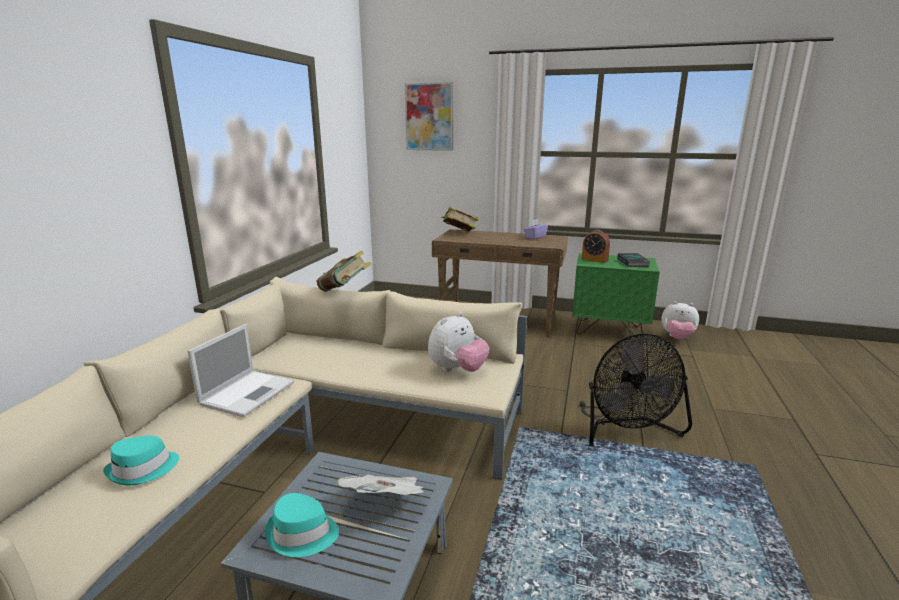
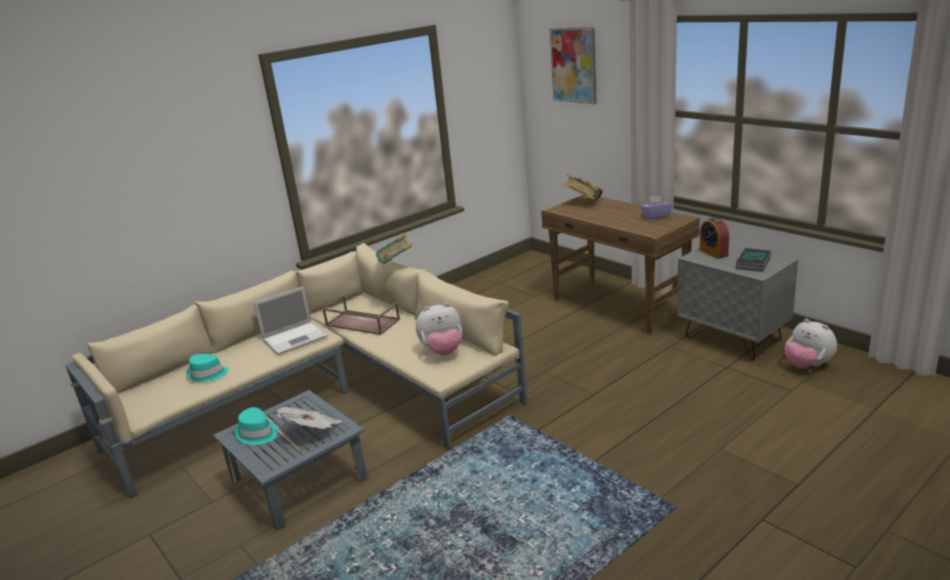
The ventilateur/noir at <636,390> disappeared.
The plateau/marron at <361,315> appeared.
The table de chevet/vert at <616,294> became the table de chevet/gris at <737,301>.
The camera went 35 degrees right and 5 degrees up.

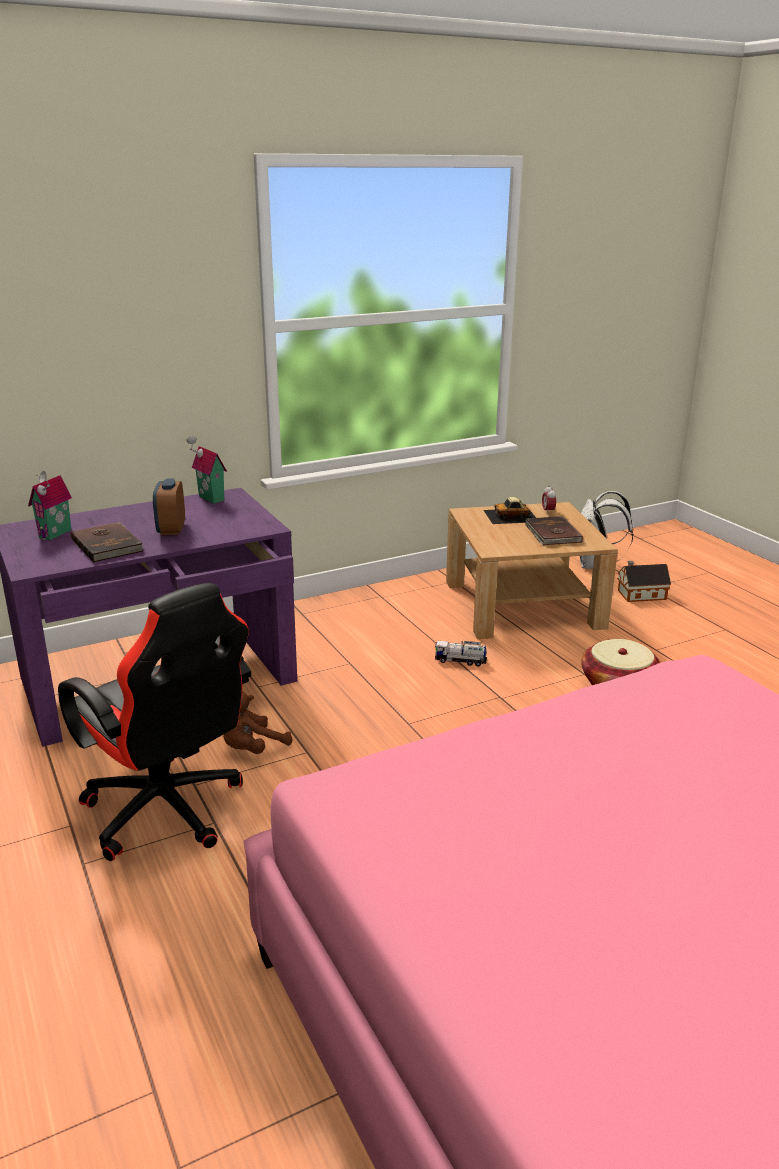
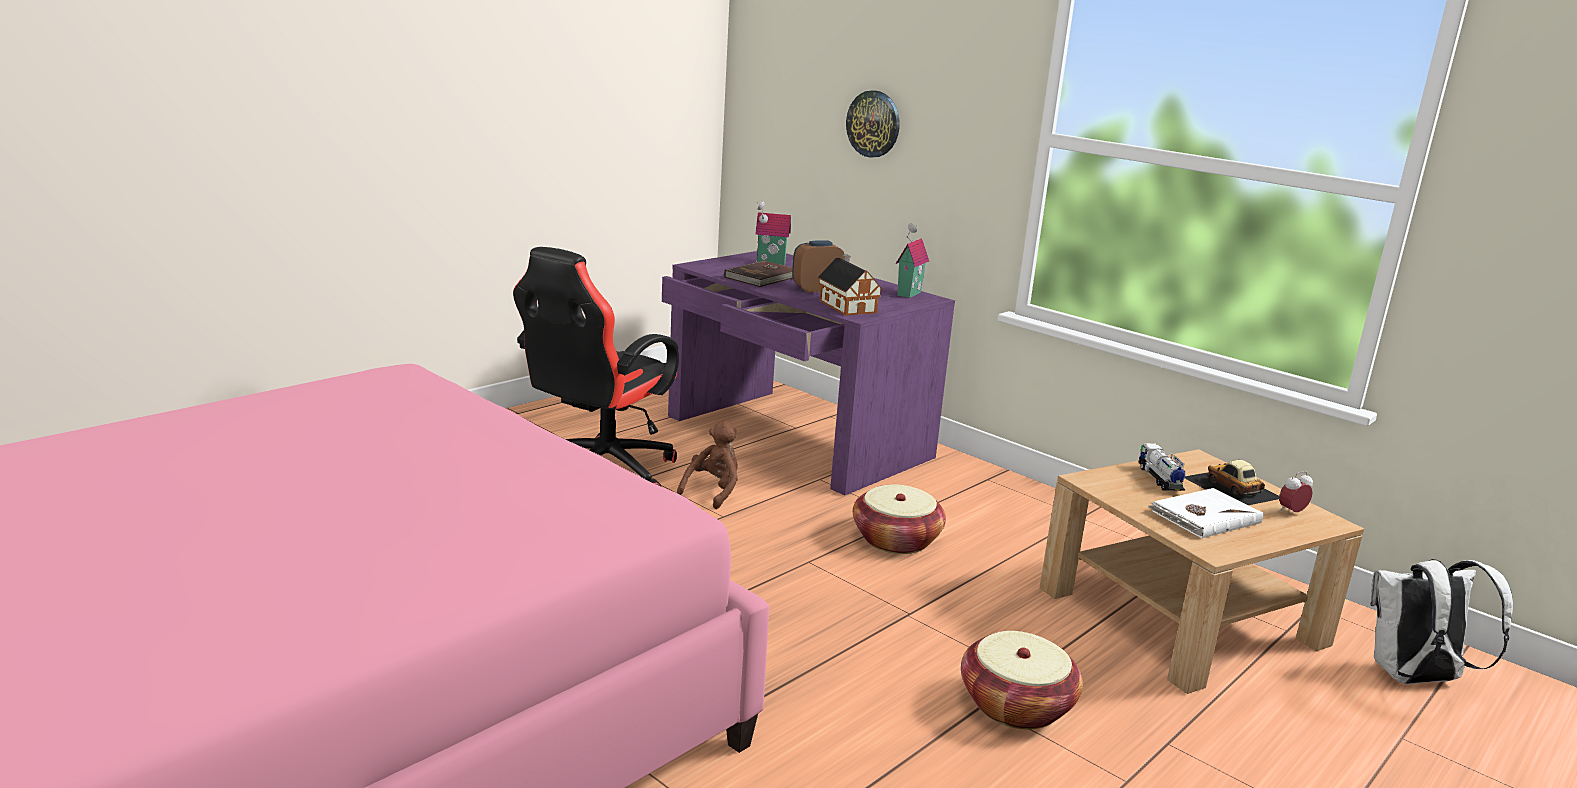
The horloge murale at <873,124> appeared.
The panier at <899,519> appeared.
The camion jouet moved from <461,654> to <1162,467>.
The maison miniature moved from <644,581> to <850,285>.
The livre/marron at <554,530> became the livre/blanc at <1206,513>.
The peluche/marron at <257,722> turned 90 degrees clockwise.
The camera went 70 degrees right and 5 degrees down.

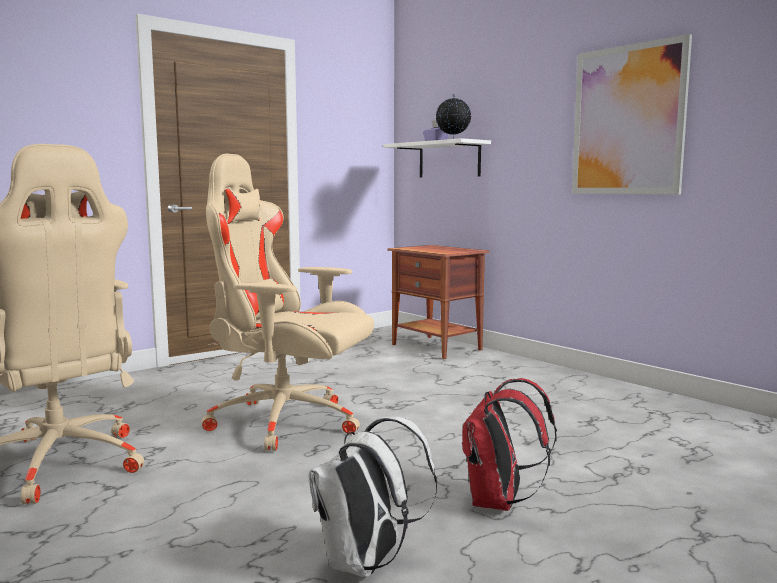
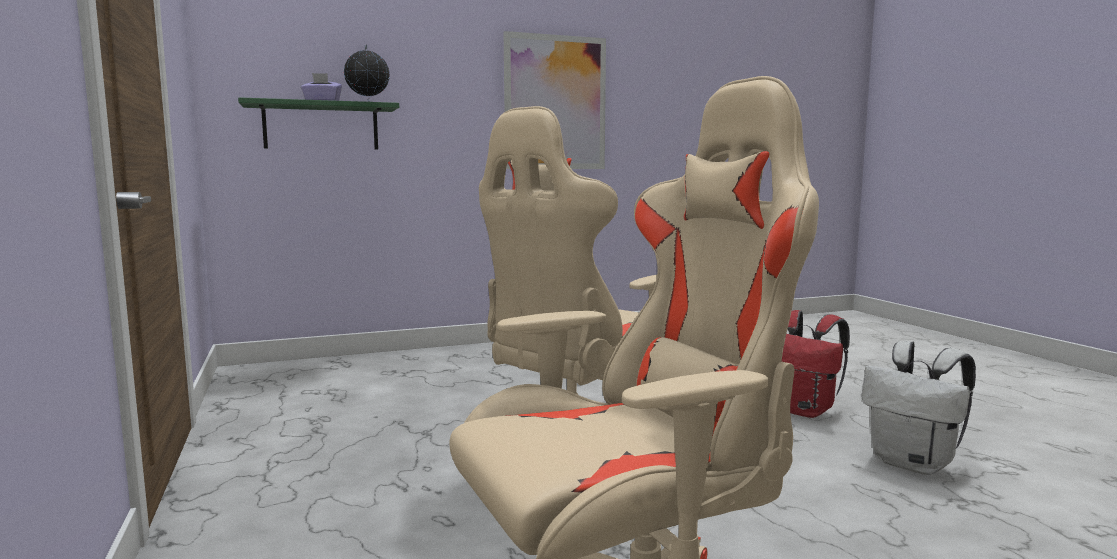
The table de chevet at <438,302> disappeared.
The étagère/blanc at <437,157> became the étagère/vert at <318,123>.
The camera went 70 degrees left and 0 degrees up.

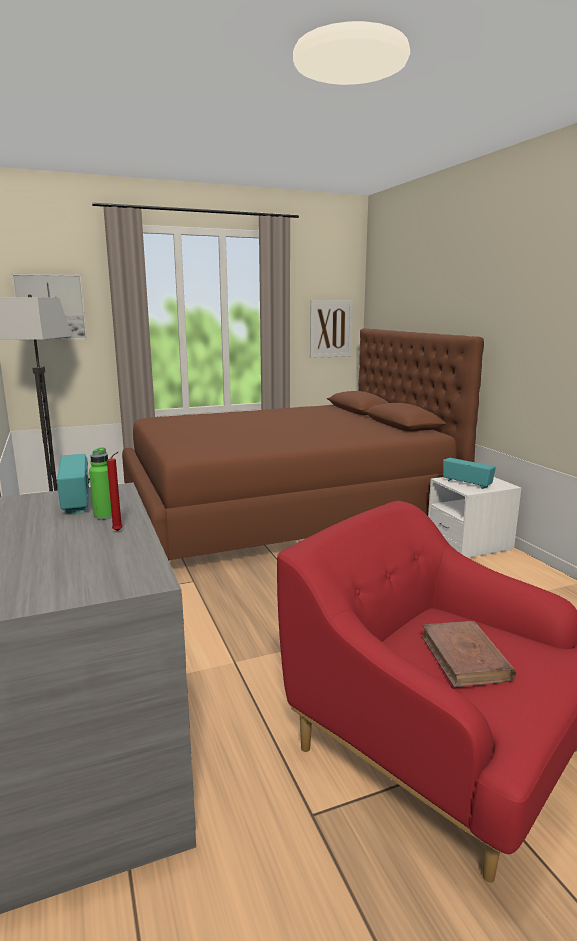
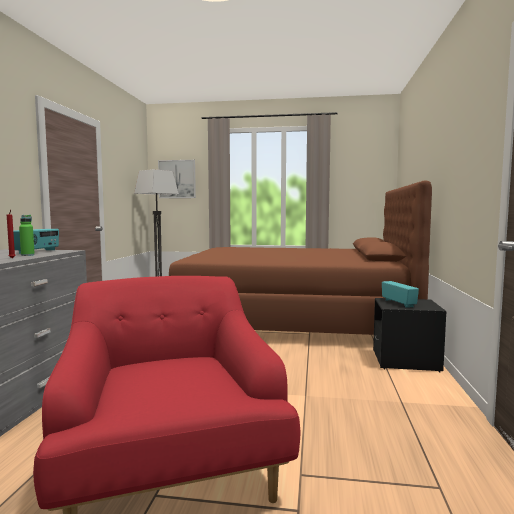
The tableau at <331,329> disappeared.
The livre/marron at <468,654> disappeared.
The table de chevet/blanc at <474,517> became the table de chevet/noir at <409,335>.
The camera went 30 degrees right and 10 degrees down.

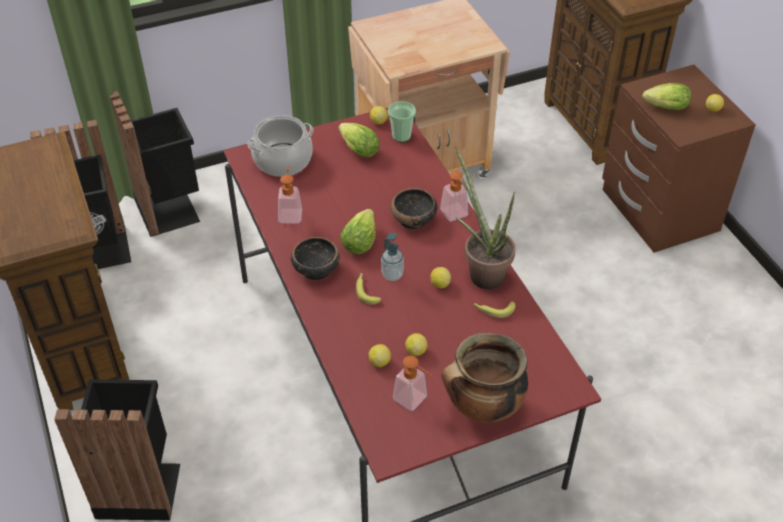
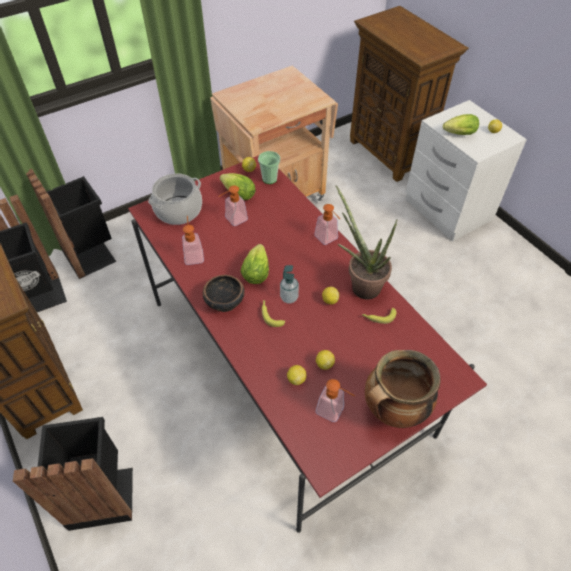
The bol at <414,209> disappeared.
The distributeur de savon at <233,206> appeared.
The table de chevet/marron at <679,159> became the table de chevet/blanc at <466,170>.
The camera went 10 degrees left and 5 degrees up.

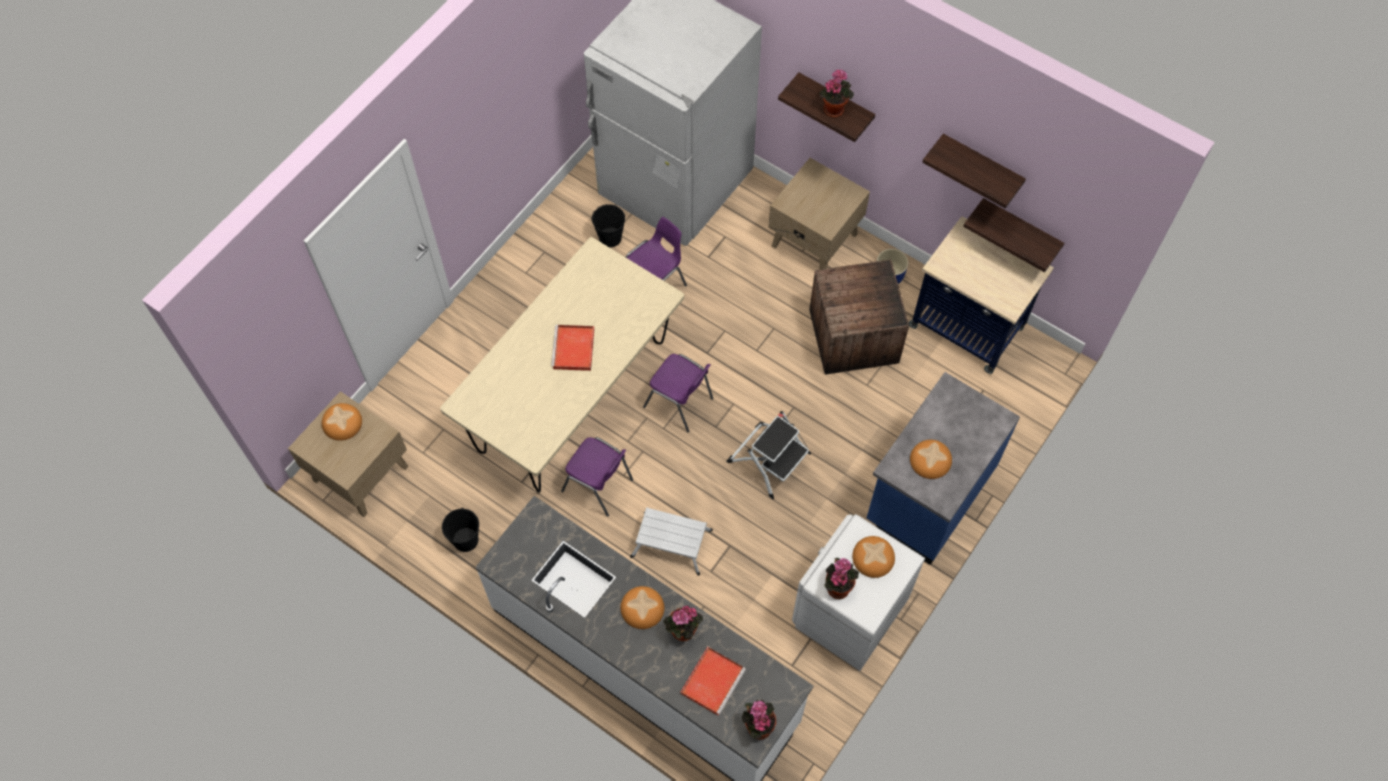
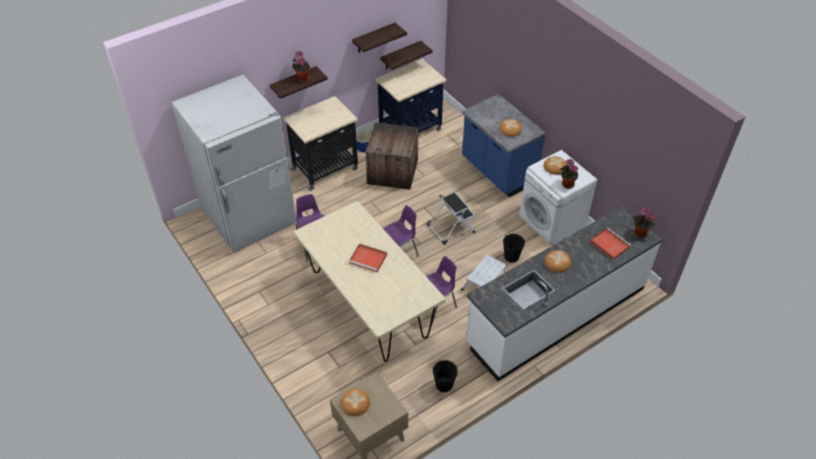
The plante en pot at <683,623> disappeared.
The seau/noir moved from <608,225> to <514,248>.
The table de chevet/beige at <819,214> was replaced by the chariot/noir at <320,143>.
The camera went 70 degrees left and 15 degrees down.

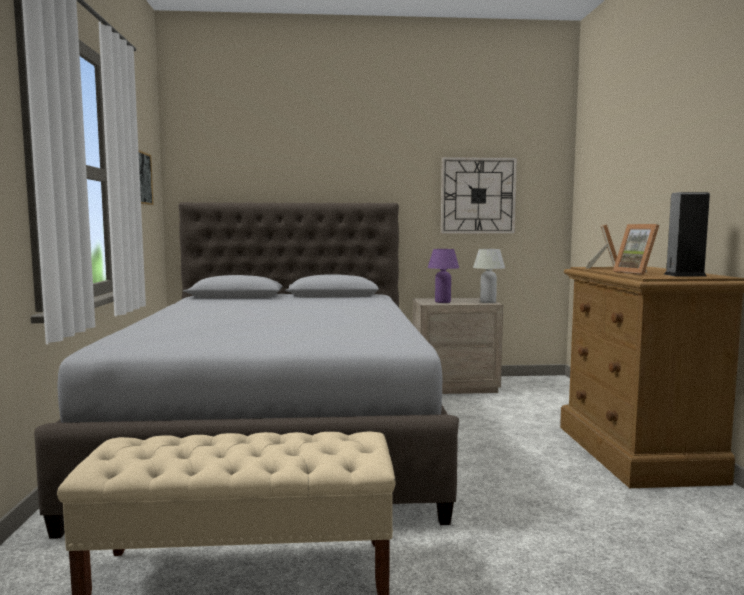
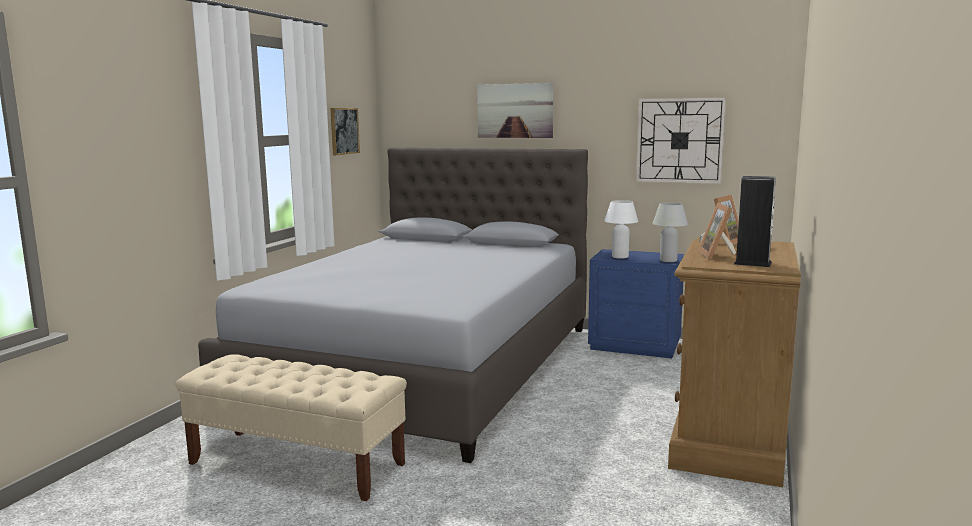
The tableau at <515,110> appeared.
The table de chevet/beige at <458,346> became the table de chevet/bleu at <636,304>.
The lampe de table/violet at <443,276> became the lampe de table/blanc at <621,229>.
The camera went 25 degrees right and 5 degrees up.

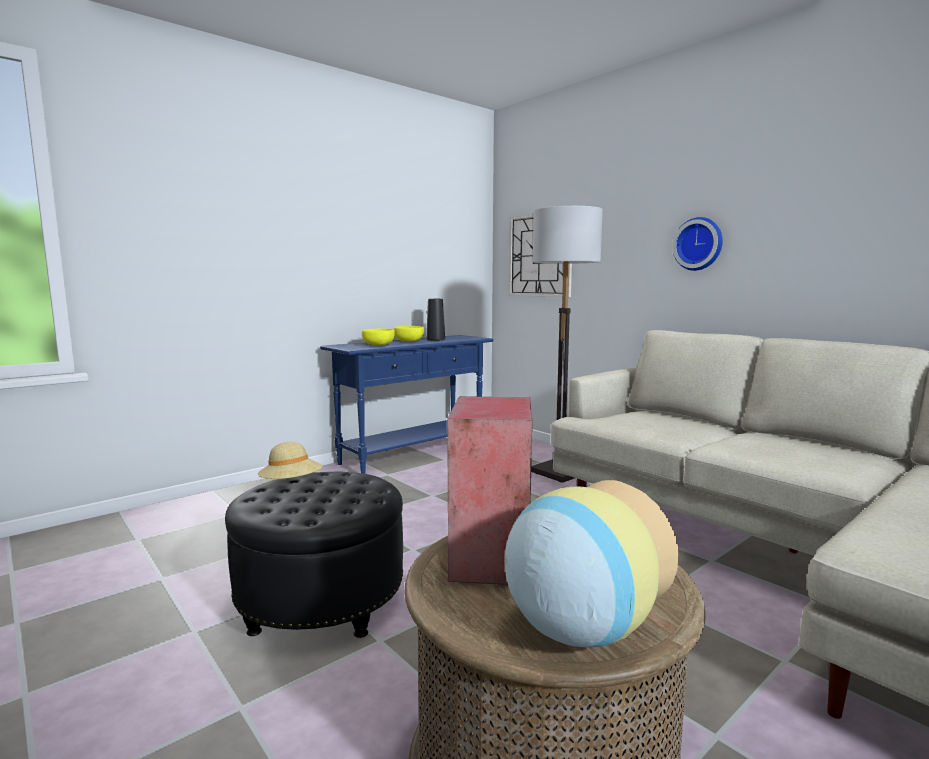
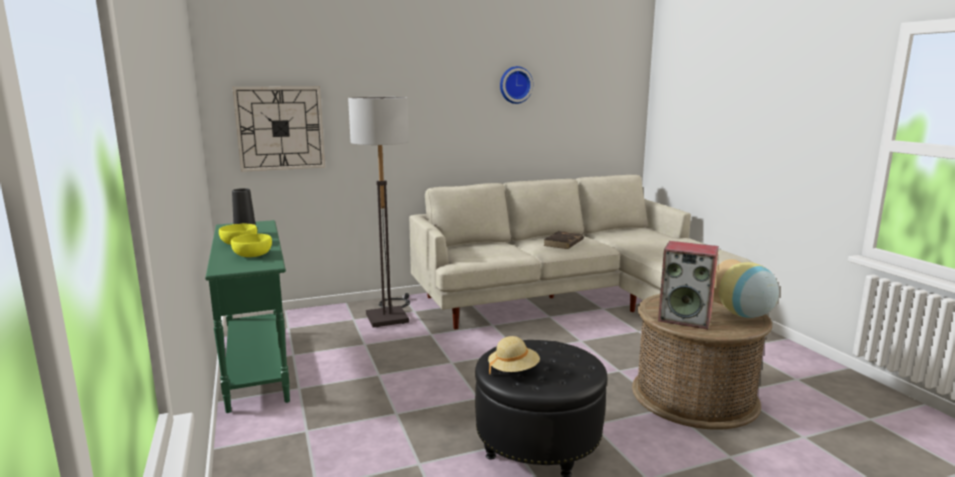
The livre/marron at <563,240> appeared.
The horloge murale moved from <697,244> to <516,85>.
The table console/bleu at <407,404> became the table console/vert at <247,316>.
The camera went 70 degrees left and 5 degrees up.

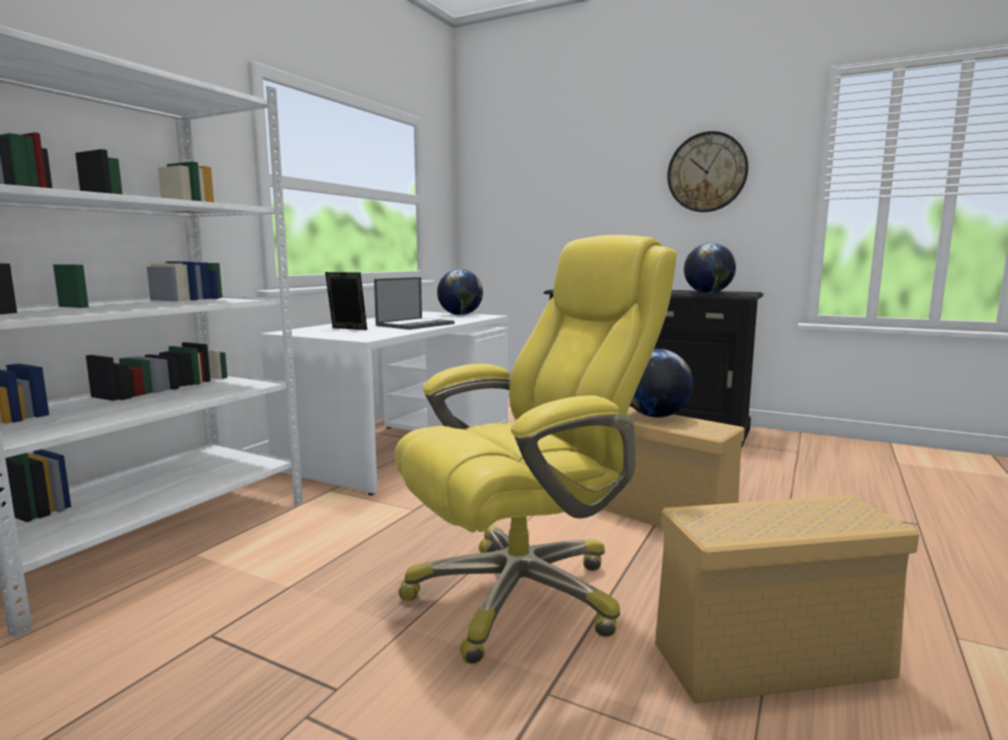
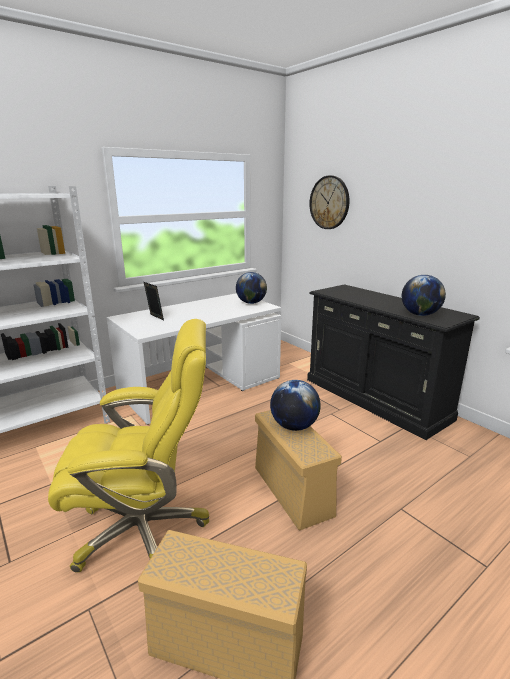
The ordinateur portable at <414,303> disappeared.
The horloge murale moved from <707,171> to <329,202>.
The camera went 25 degrees right and 10 degrees up.

